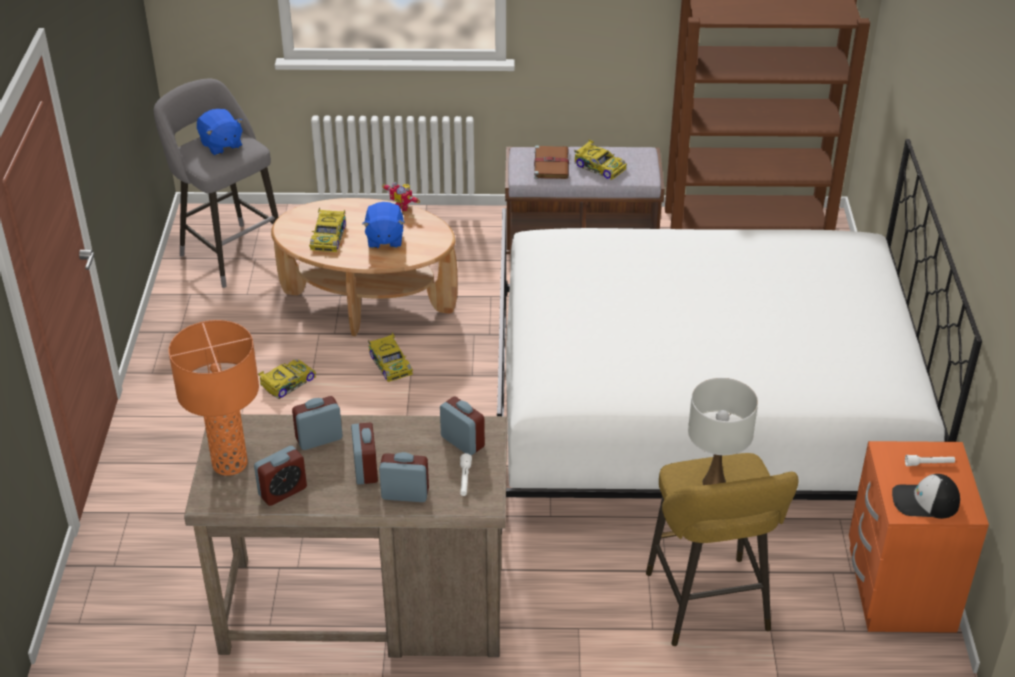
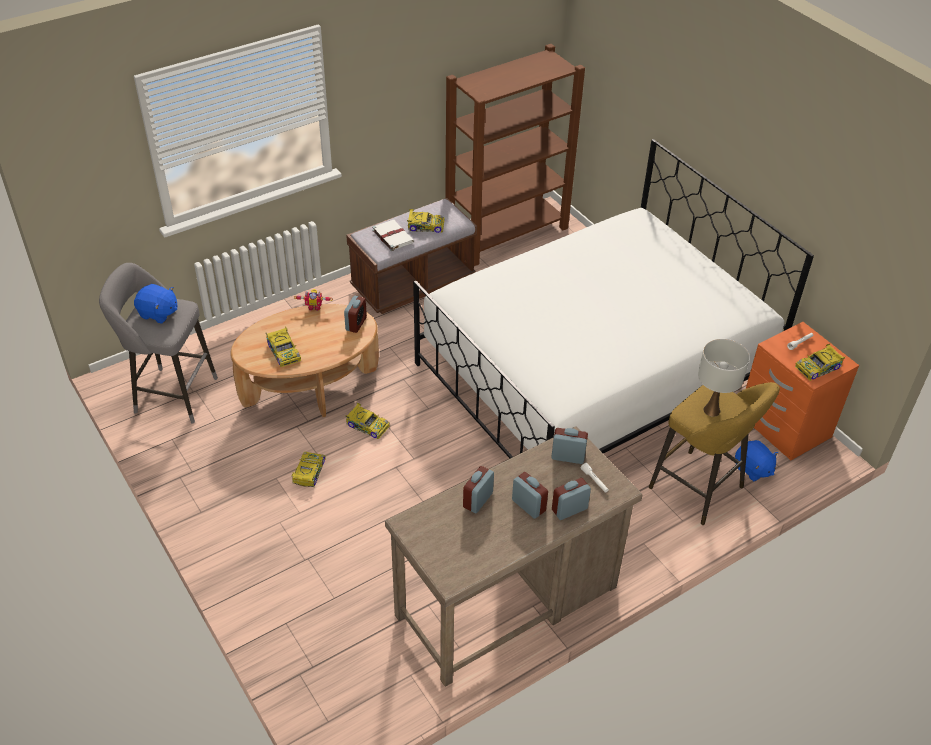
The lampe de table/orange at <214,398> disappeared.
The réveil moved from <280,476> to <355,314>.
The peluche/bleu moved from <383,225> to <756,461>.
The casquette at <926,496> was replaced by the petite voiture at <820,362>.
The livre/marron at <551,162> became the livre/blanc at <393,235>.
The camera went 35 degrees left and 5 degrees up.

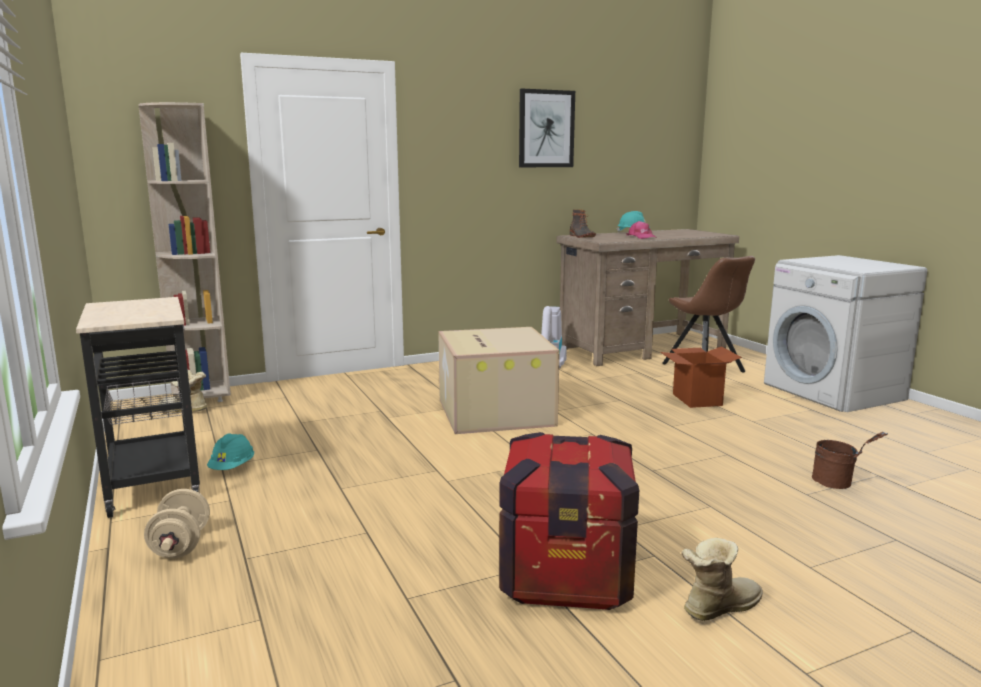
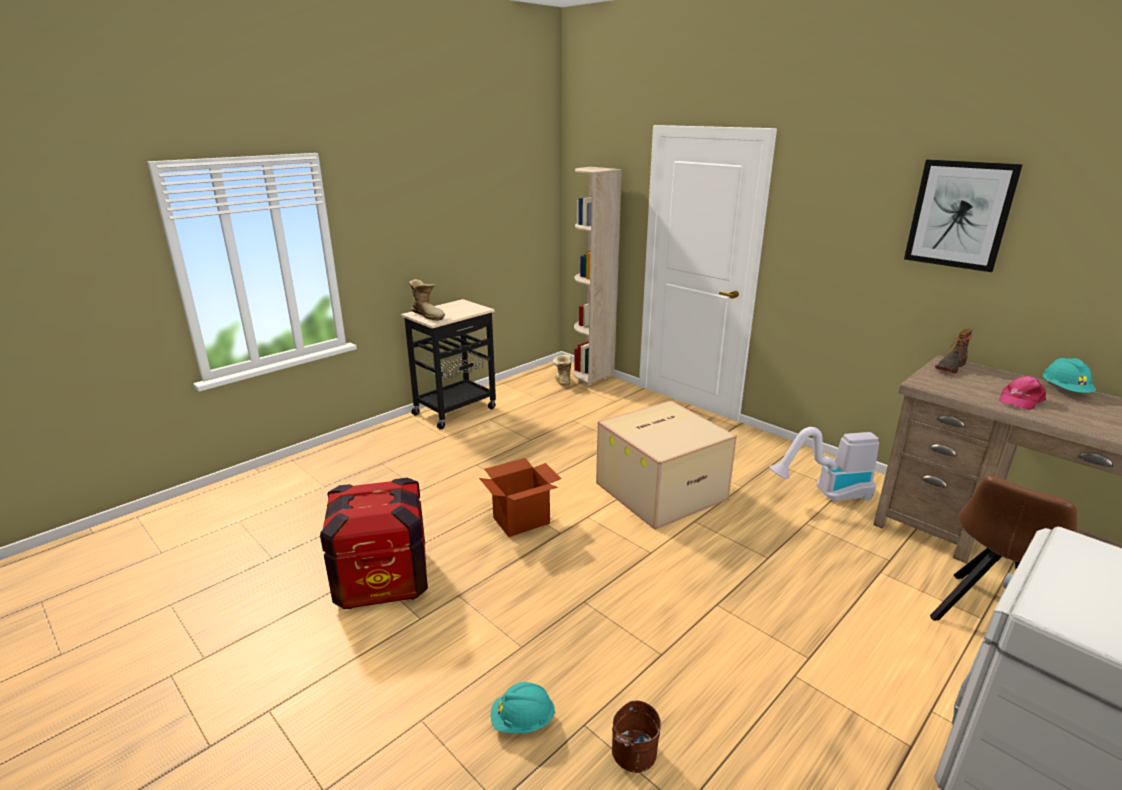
The haltère/beige at <177,523> disappeared.
The casque de chantier/turquoise moved from <230,451> to <523,707>.
The carton moved from <701,377> to <520,497>.
The botte moved from <722,579> to <426,300>.
The camera went 70 degrees right and 10 degrees up.

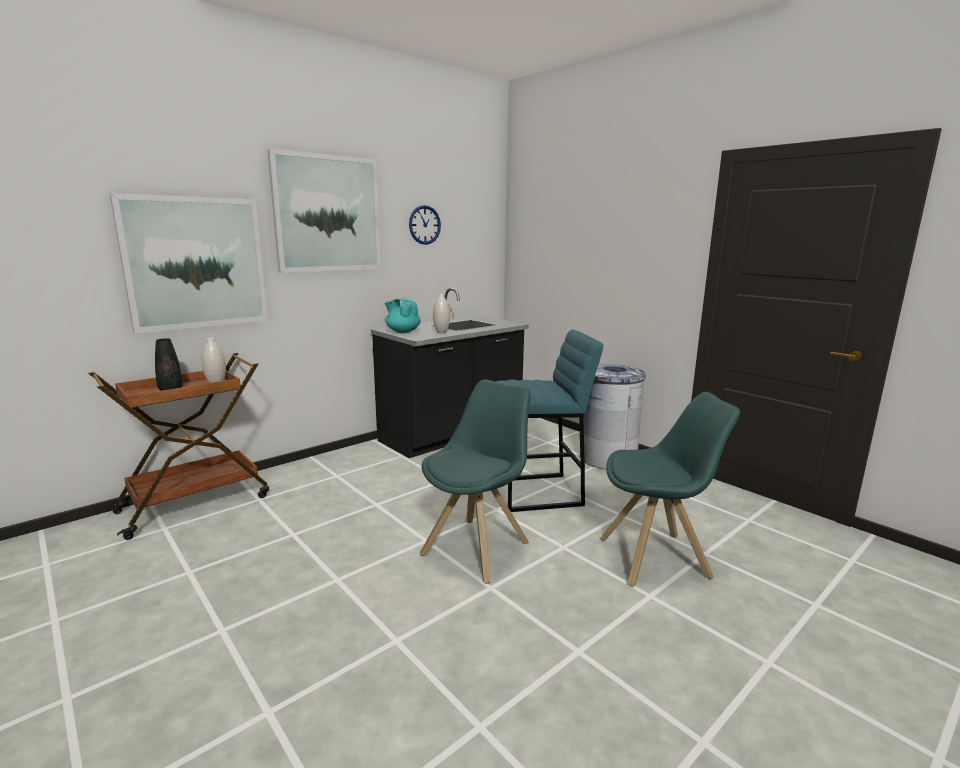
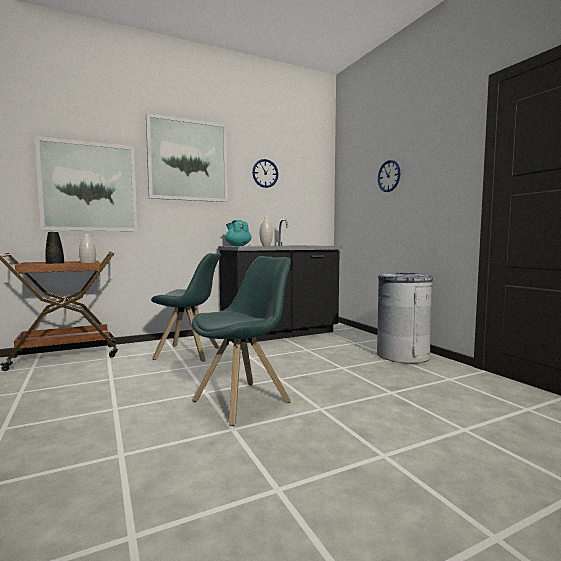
The tabouret/turquoise at <550,421> disappeared.
The horloge murale at <389,176> appeared.
The chaise/turquoise moved from <670,489> to <186,307>.
The camera went 15 degrees right and 10 degrees down.

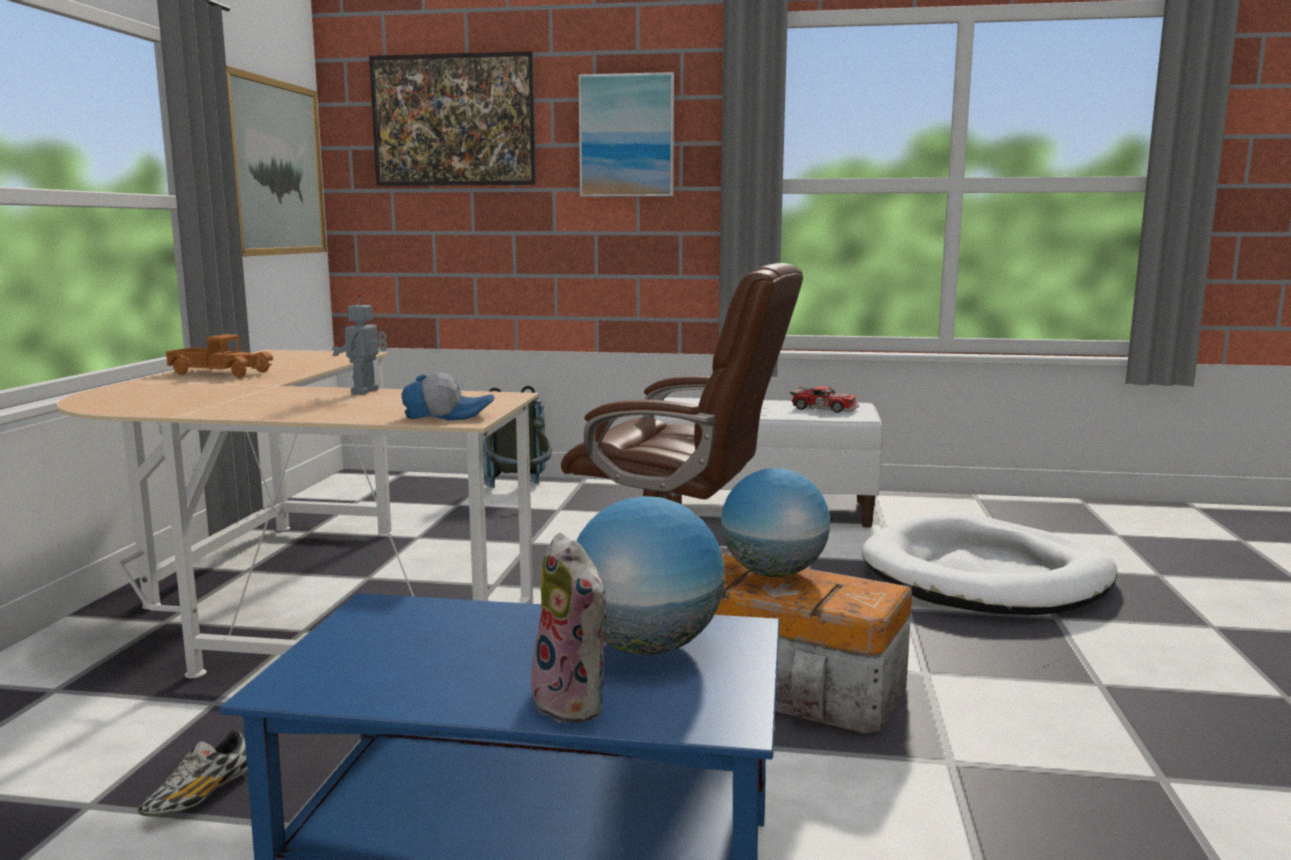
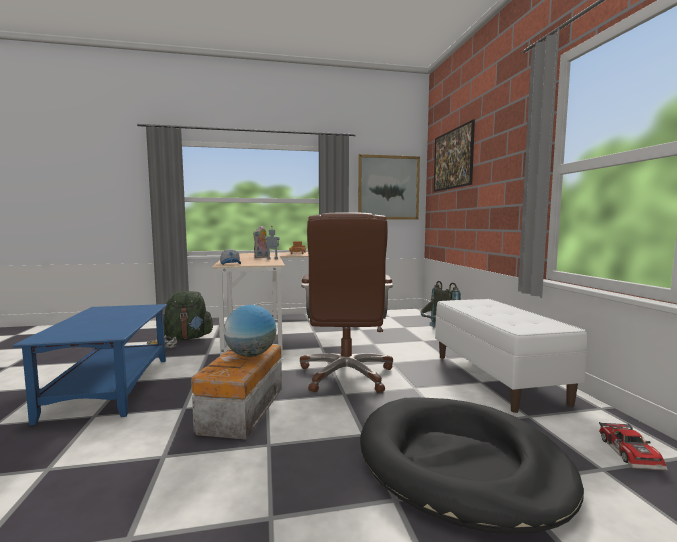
The globe at <651,575> disappeared.
The tableau at <626,134> disappeared.
The sac à dos/vert at <188,315> appeared.
The peluche moved from <567,628> to <260,242>.
The petite voiture moved from <824,399> to <633,446>.
The panier pour chien/blanc at <989,564> became the panier pour chien/noir at <472,465>.
The camera went 70 degrees right and 5 degrees down.

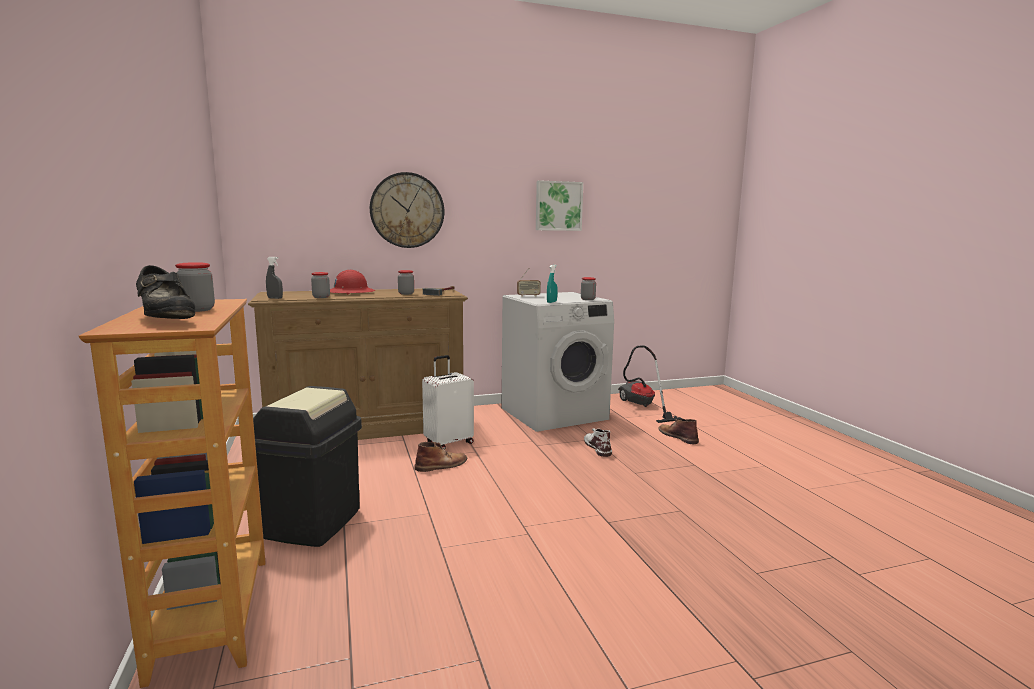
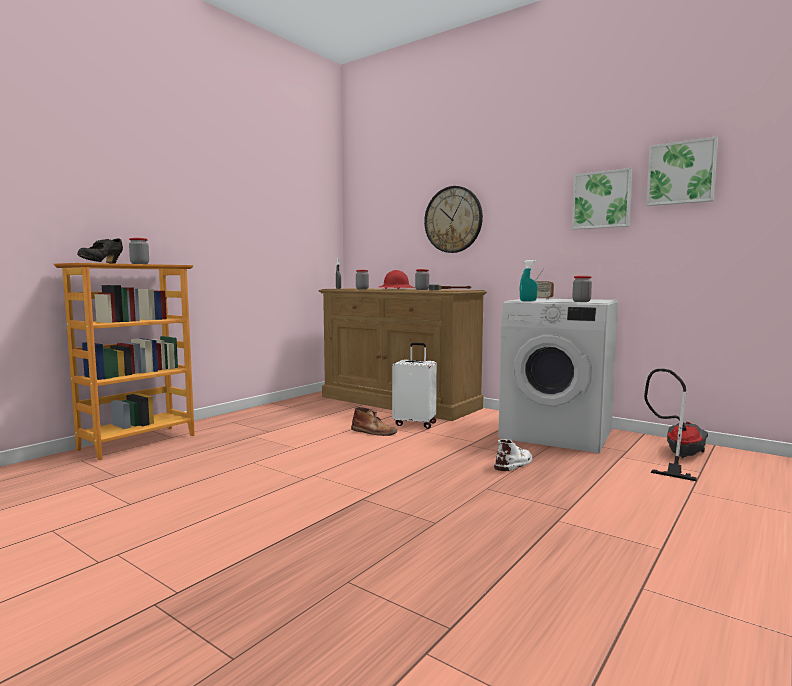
The poubelle/noir at <307,466> disappeared.
The botte/marron at <678,431> disappeared.
The tableau at <682,171> appeared.
The camera went 55 degrees right and 5 degrees down.

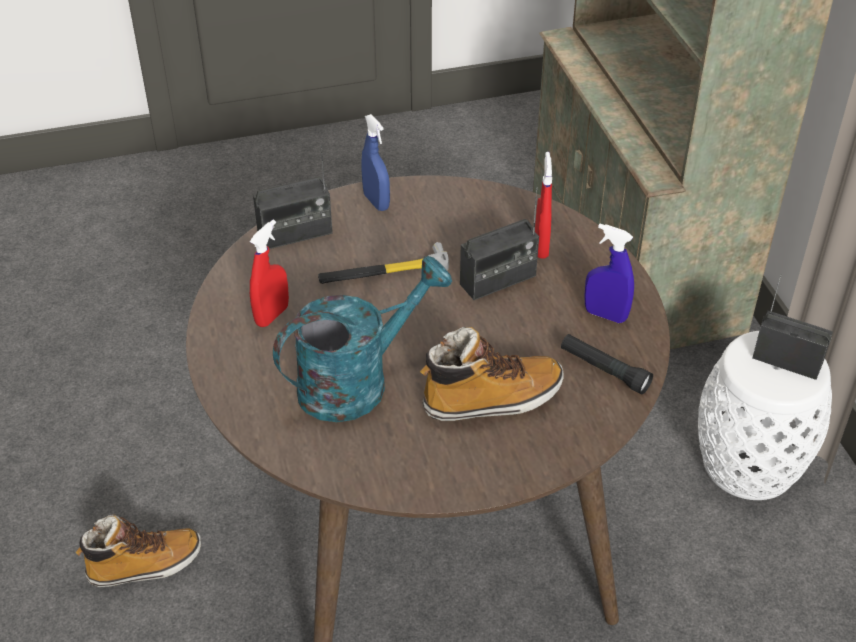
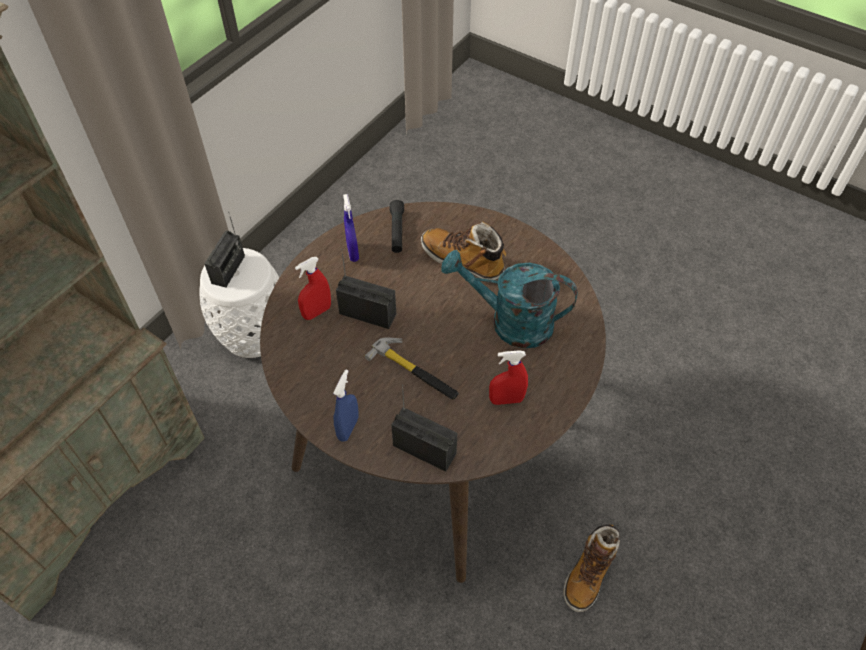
The botte at <139,551> turned 90 degrees counterclockwise.
The radio at <792,327> turned 150 degrees counterclockwise.
The camera went 130 degrees left and 10 degrees up.

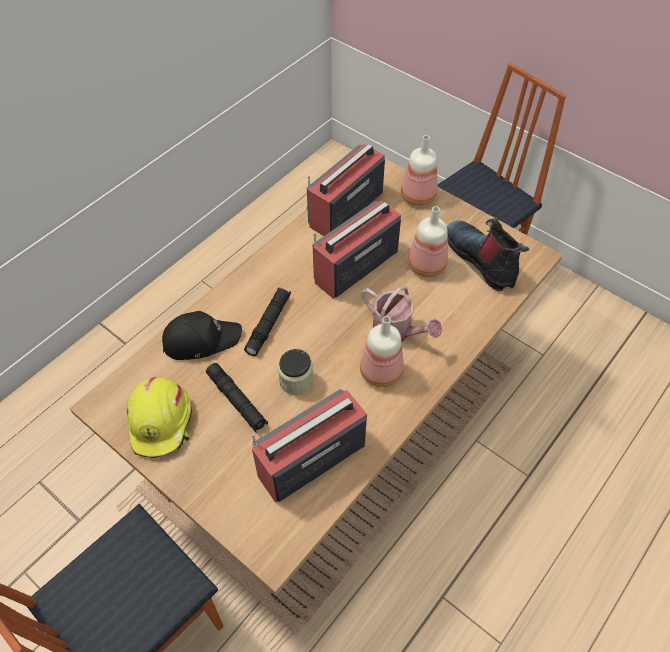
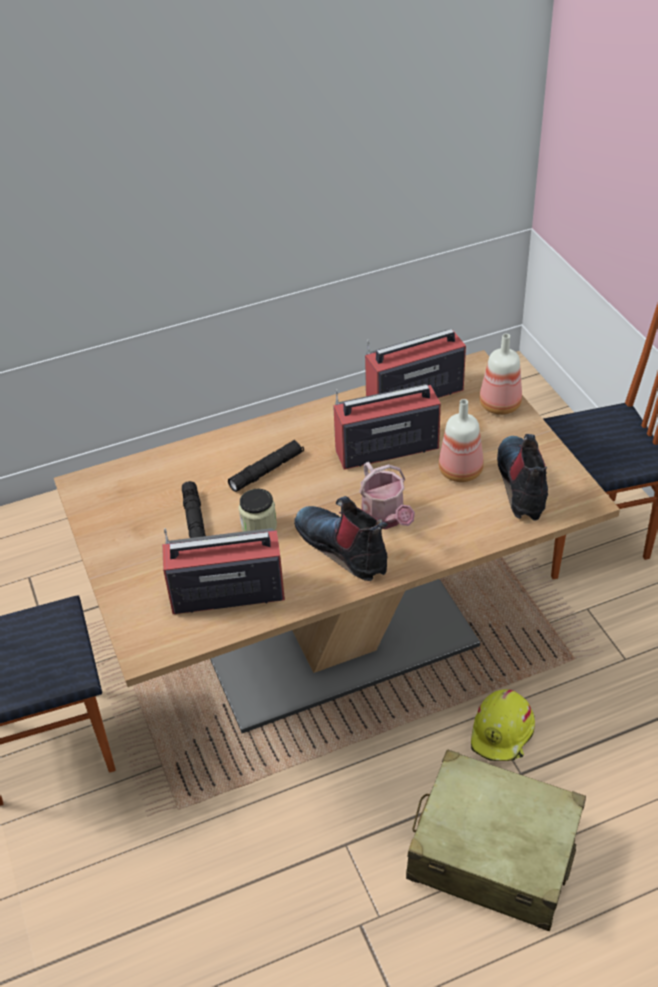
The casquette/noir at <202,335> disappeared.
The valise/beige at <496,840> appeared.
The casque de chantier/jaune moved from <159,417> to <503,725>.
The bouteille at <382,351> was replaced by the botte at <341,538>.
The camera went 30 degrees right and 10 degrees down.

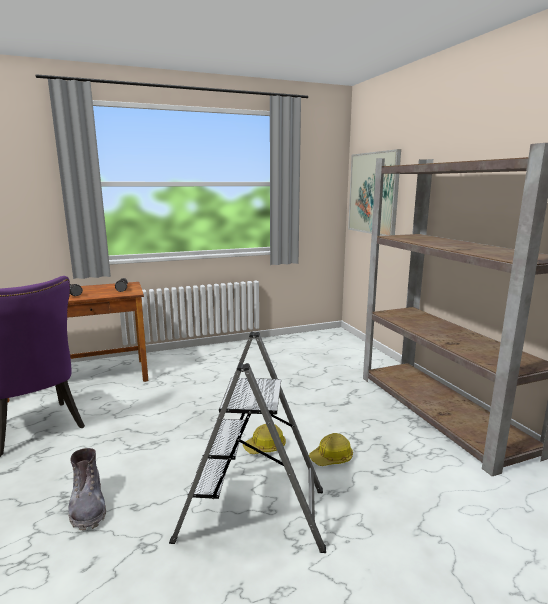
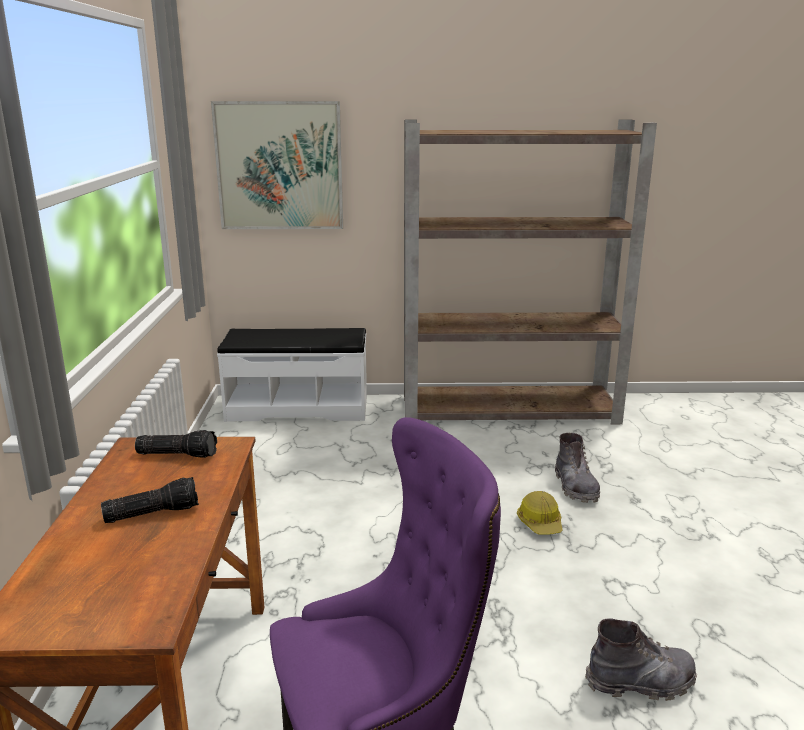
The escabeau/gris at <247,442> disappeared.
The banc/blanc at <292,375> appeared.
The casque de chantier at <331,449> was replaced by the botte/gris at <577,468>.
The camera went 70 degrees left and 5 degrees up.

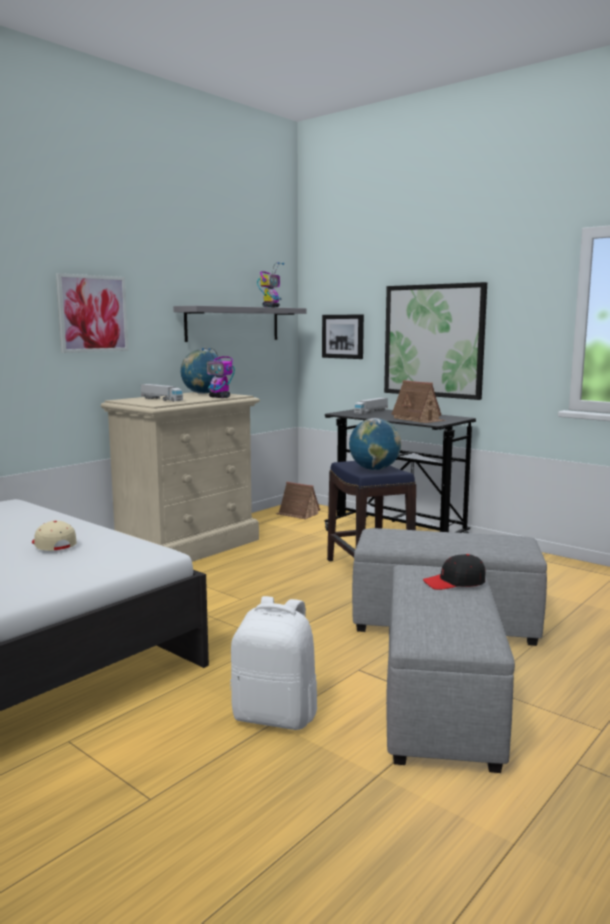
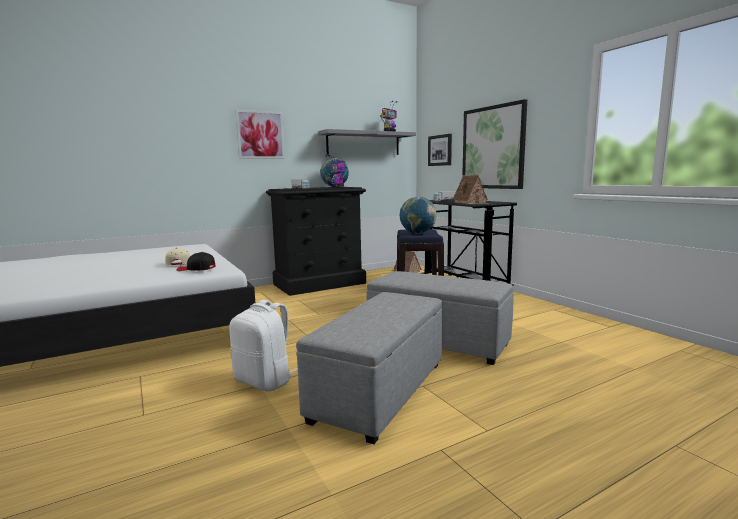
The casquette/noir moved from <454,572> to <196,261>.
The commode/beige at <180,477> became the commode/noir at <316,241>.
The camera went 20 degrees right and 0 degrees up.

